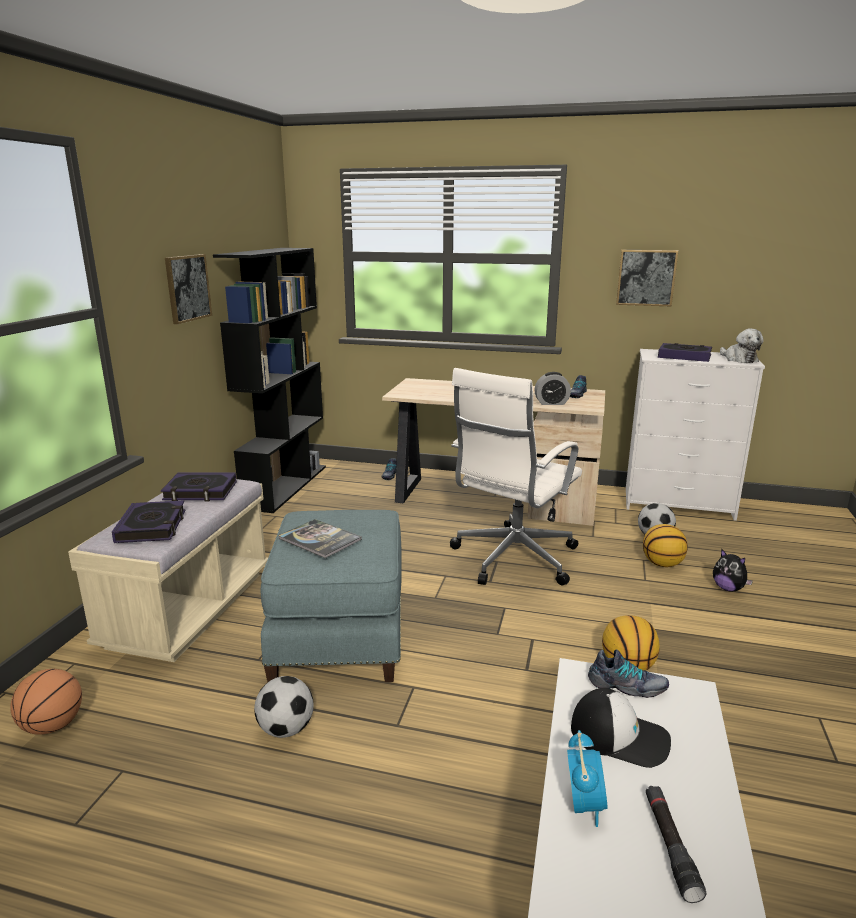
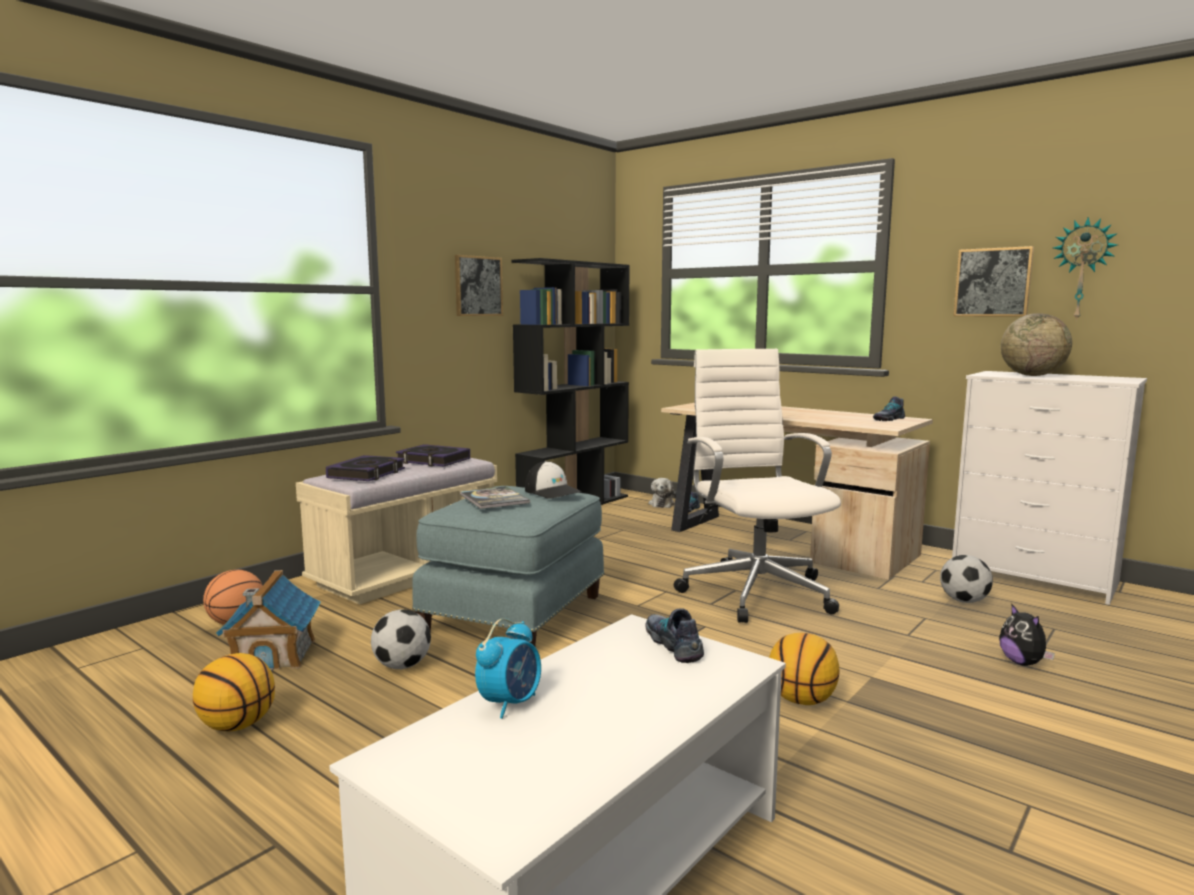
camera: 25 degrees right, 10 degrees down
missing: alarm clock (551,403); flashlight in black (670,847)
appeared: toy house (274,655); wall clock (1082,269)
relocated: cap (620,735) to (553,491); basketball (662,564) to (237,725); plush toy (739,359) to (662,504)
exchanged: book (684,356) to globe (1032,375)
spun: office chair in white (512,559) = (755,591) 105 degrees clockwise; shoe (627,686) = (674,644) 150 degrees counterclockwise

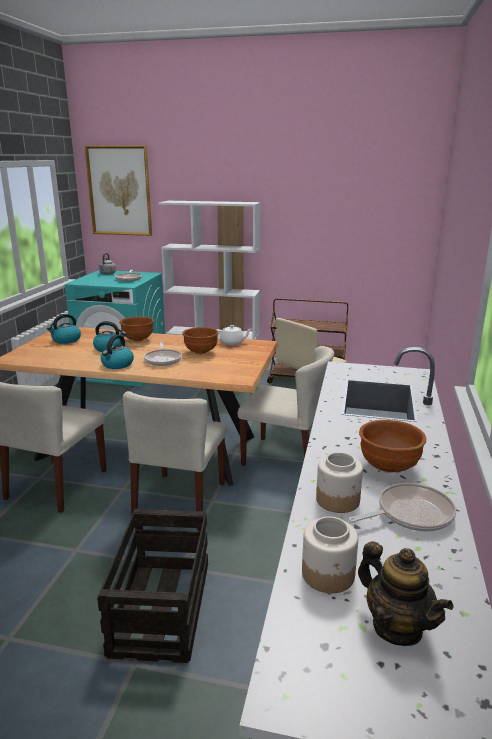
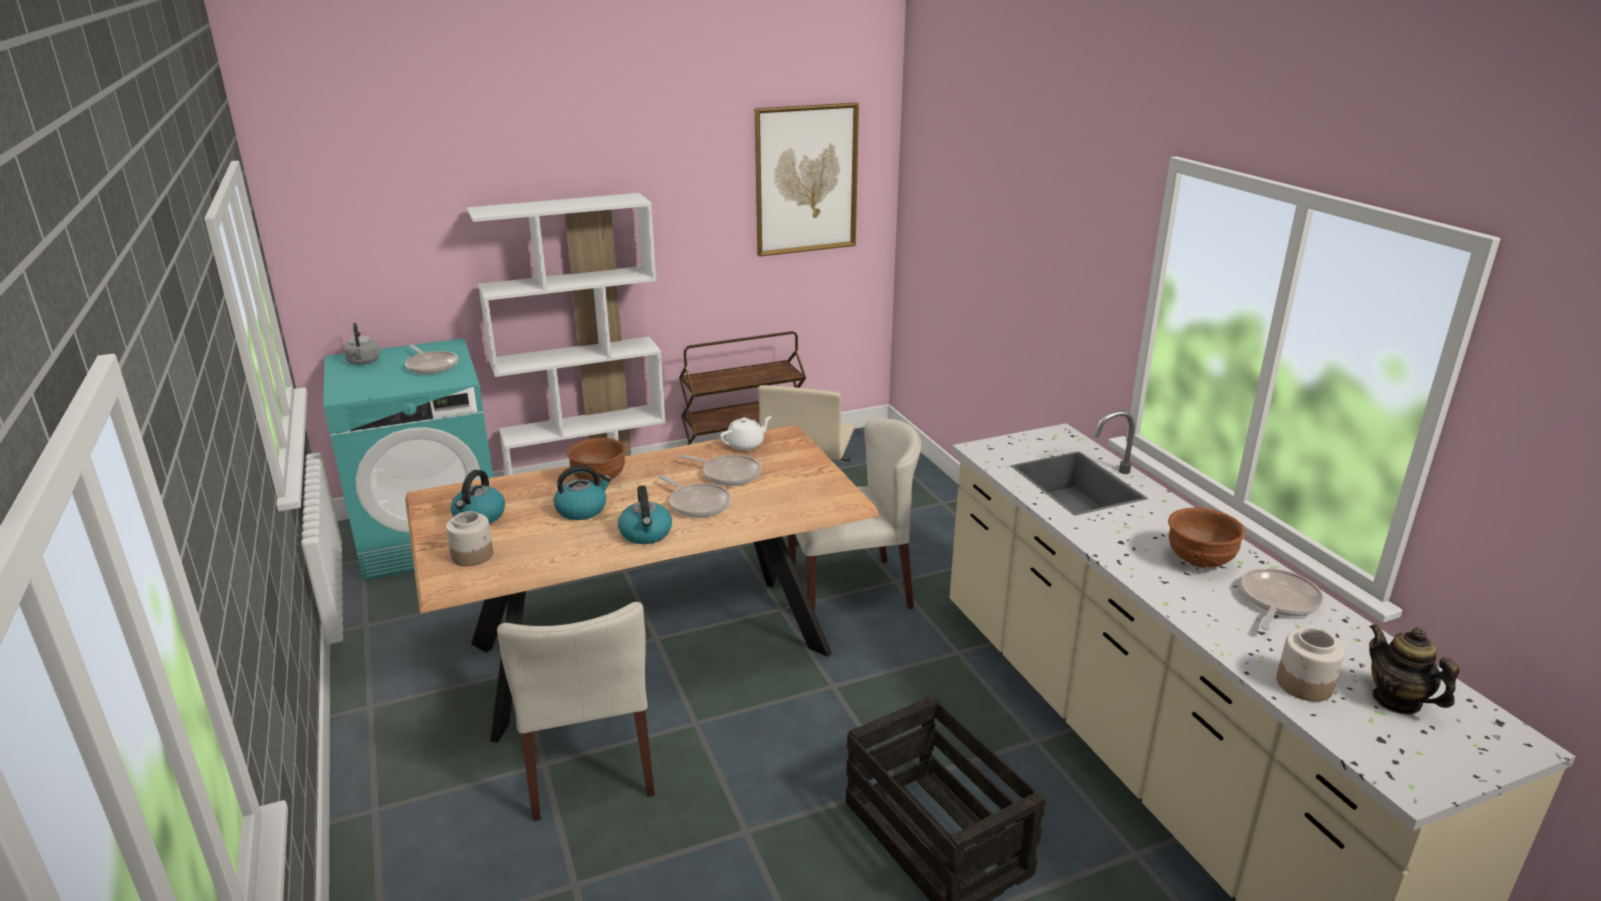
camera: 35 degrees left, 5 degrees up
missing: chair in beige (180,501)
relocated: picture (119,191) to (806,179); jar (338,500) to (473,555)
exchanged: bowl in brown (201,352) to frying pan (728,474)
spun: teapot (397,627) = (1397,700) 135 degrees counterclockwise

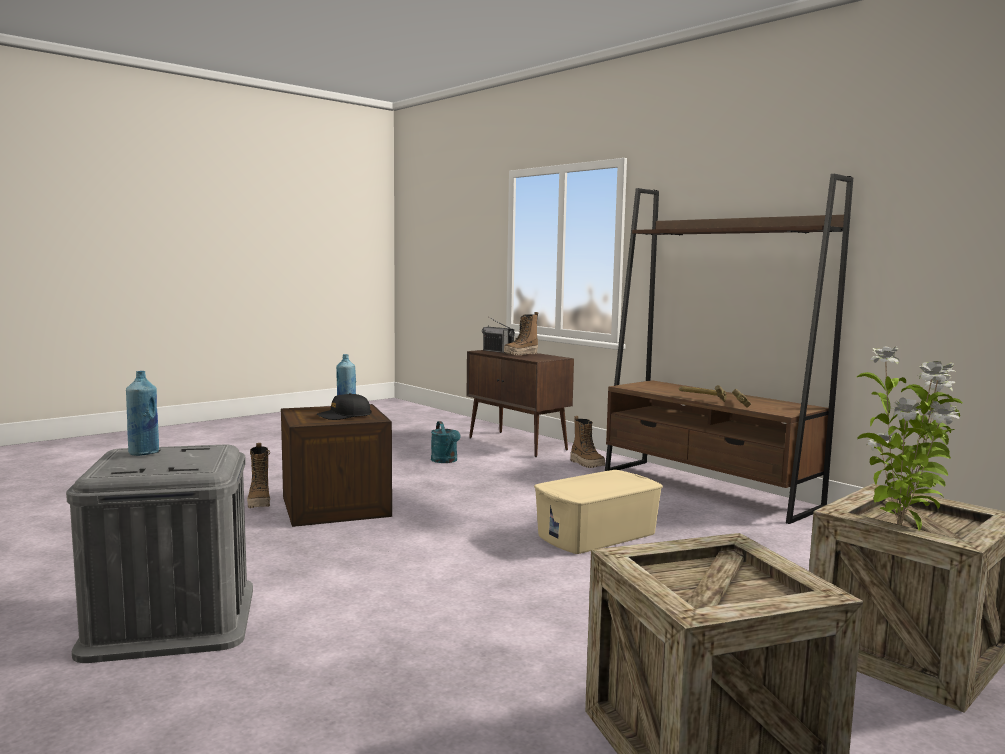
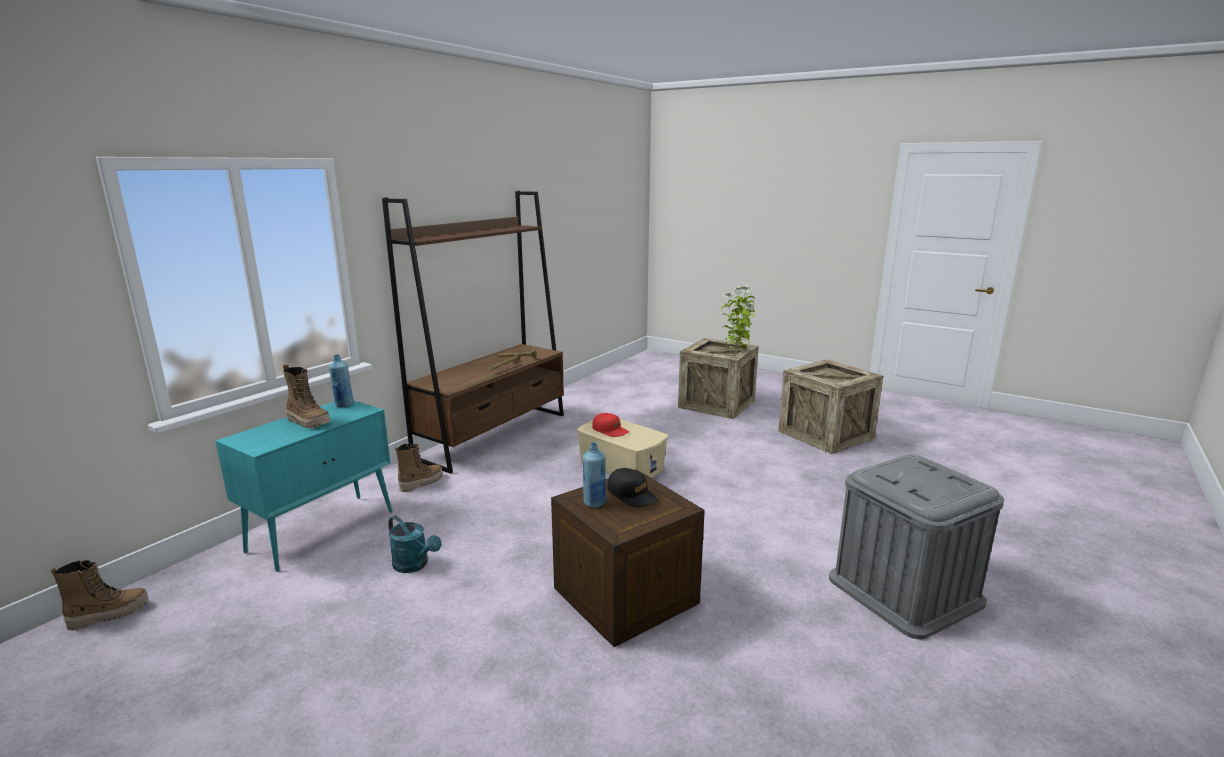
camera: 105 degrees left, 10 degrees up
missing: radio (498,351)
appeared: cap in red (610,430)
relocated: bottle in blue (144,453) to (344,405); boot (259,503) to (109,614)
colour: cabinet in brown (518,444) to cabinet in turquoise (323,530)
spun: watering can in turquoise (446,461) = (415,565) 75 degrees clockwise

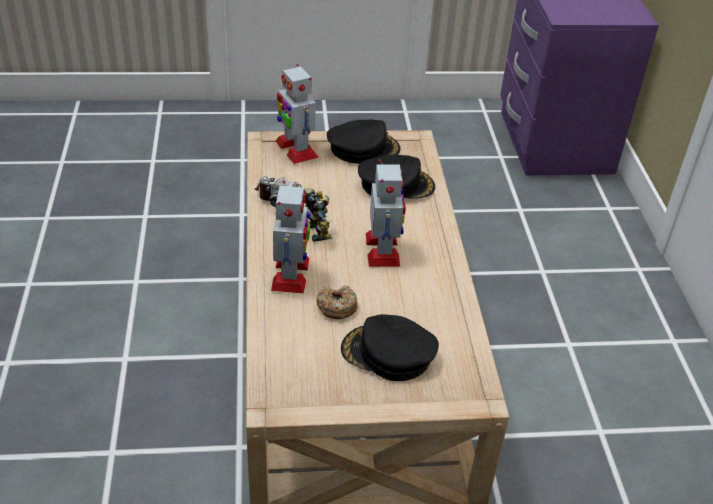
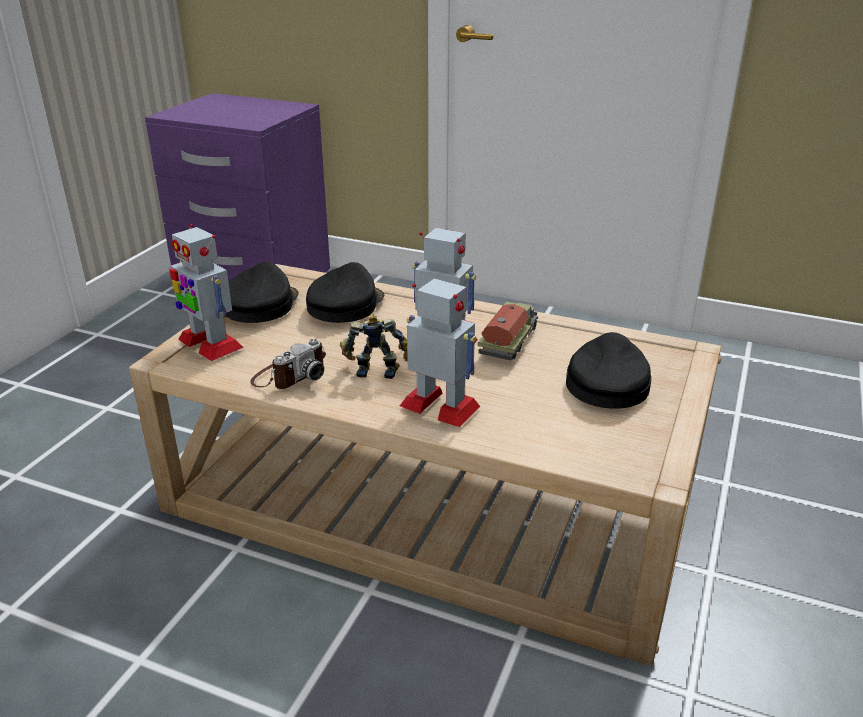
camera: 60 degrees left, 10 degrees down
missing: donut (336,307)
appeared: toy truck (509,341)
spun: toy robot (296,149) = (209,343) 45 degrees clockwise; cap in black (388,354) = (606,383) 150 degrees clockwise

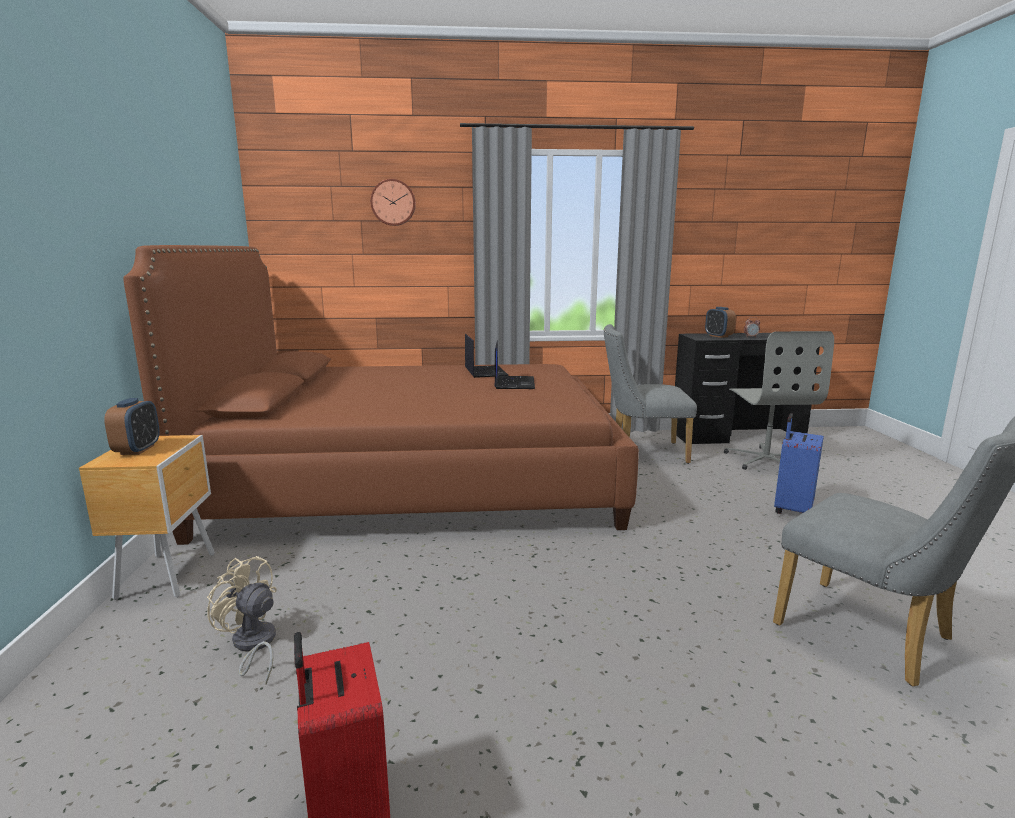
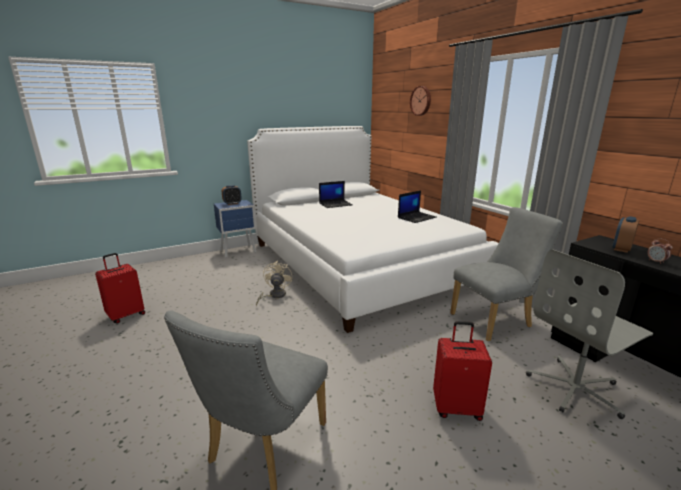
camera: 65 degrees right, 5 degrees up
relocated: fan in beige (253,646) to (274,295); laptop (513,383) to (336,204)
colour: nightstand in brown (169,574) to nightstand in blue (239,251); bed in brown (417,478) to bed in white (358,263); suitcase in blue (791,509) to suitcase in red (456,407)
spun: chair in grey (641,452) = (495,320) 90 degrees clockwise

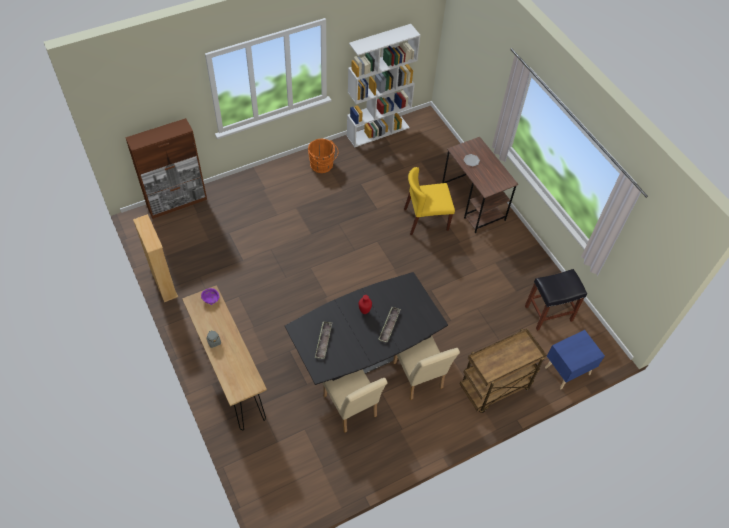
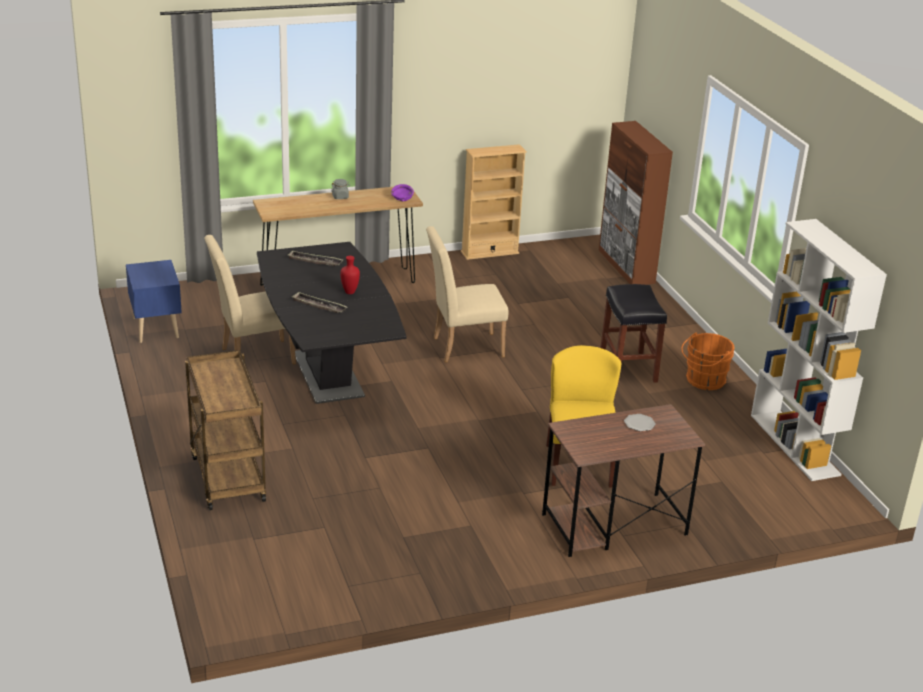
camera: 100 degrees right, 25 degrees down
relocated: chair in beige (419,379) to (462,347); stool in black (549,313) to (629,368); nightstand in blue (566,370) to (156,327)

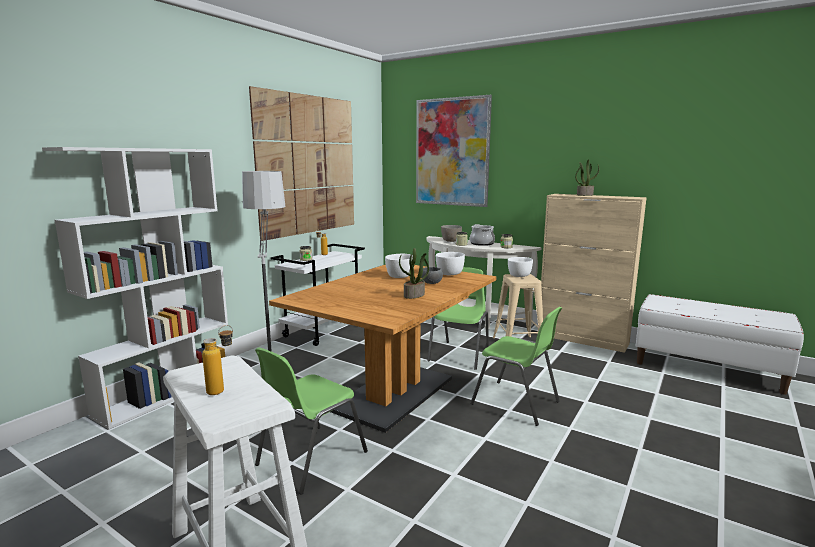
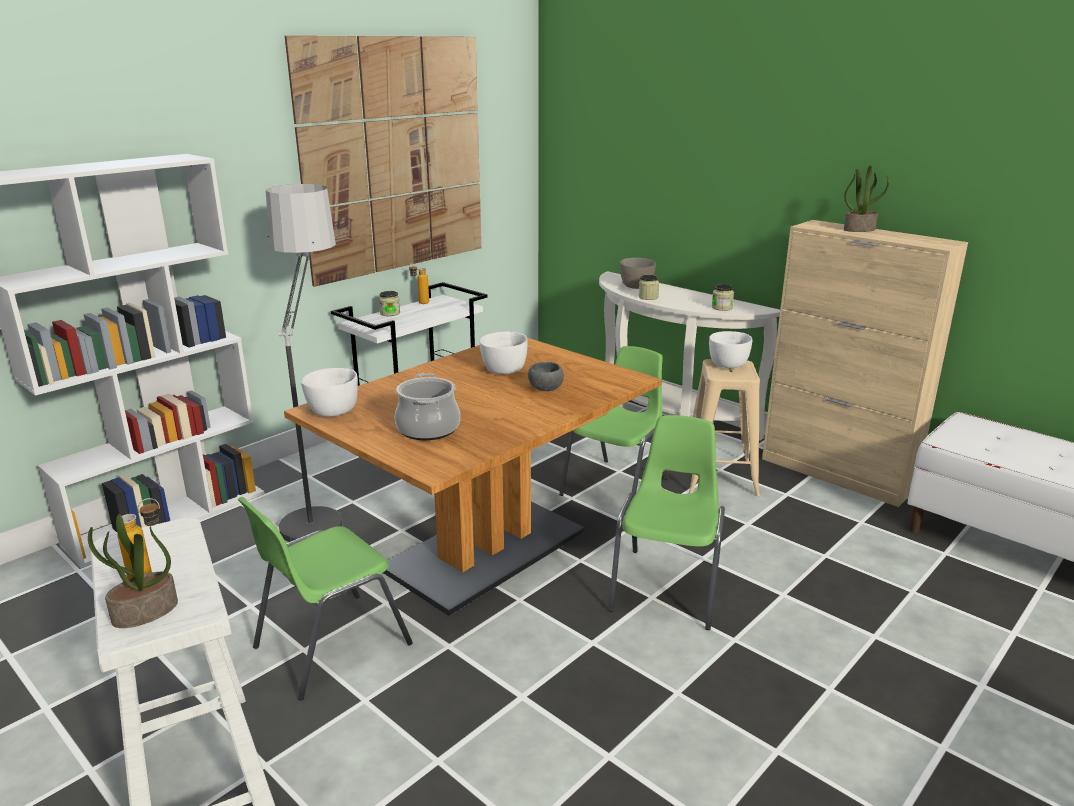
camera: 10 degrees right, 10 degrees up
missing: picture (452,152)
relocated: potted plant (414,295) to (144,613); bowl in white (449,274) to (332,411); cooking pot (482,243) to (428,429)
spun: chair in green (516,403) = (668,586) 120 degrees counterclockwise

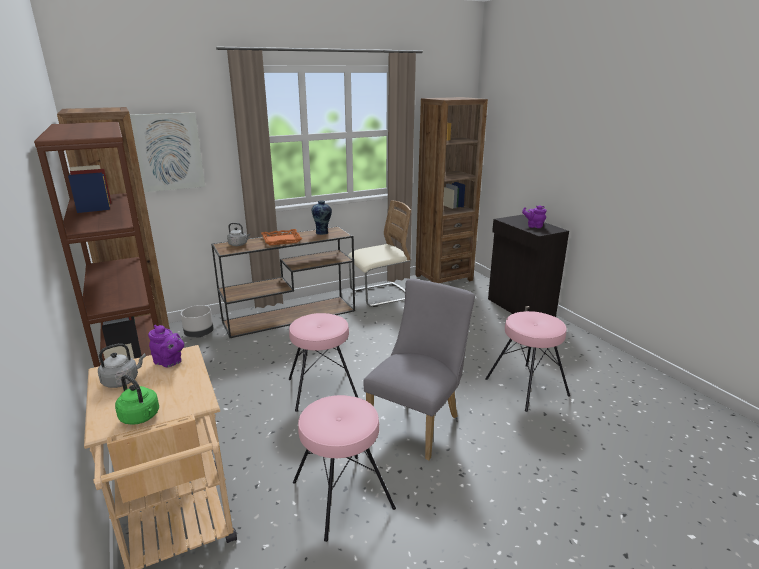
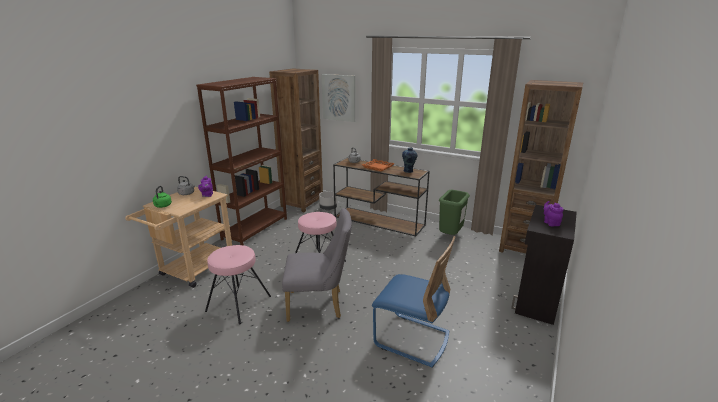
camera: 55 degrees right, 0 degrees up
exchanged: chair in beige (380,295) to trash can in green (450,236); stool in pink (527,386) to chair in blue (411,339)

